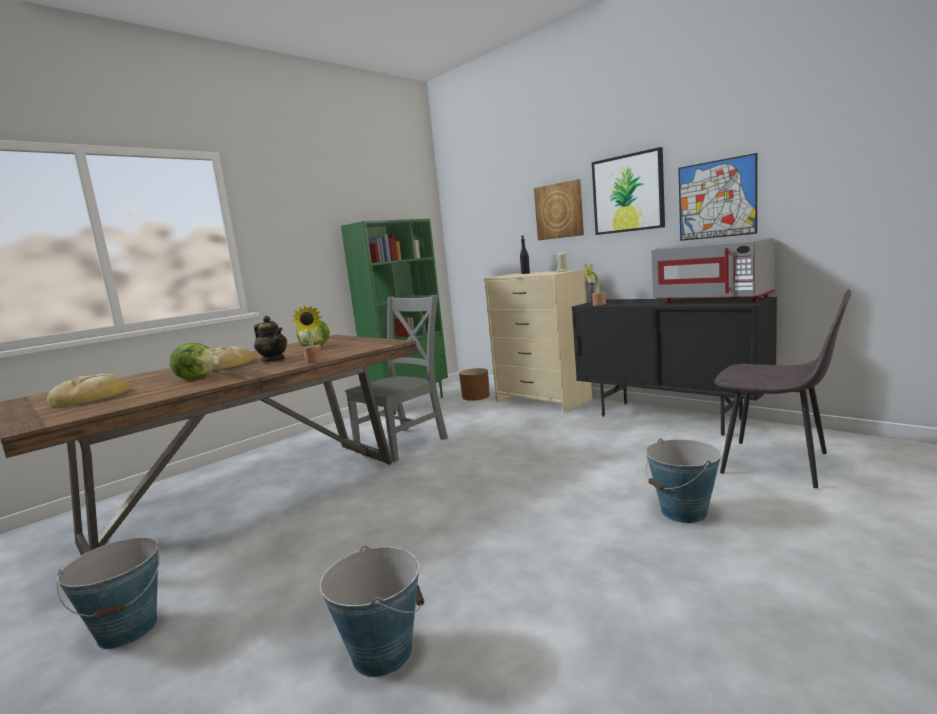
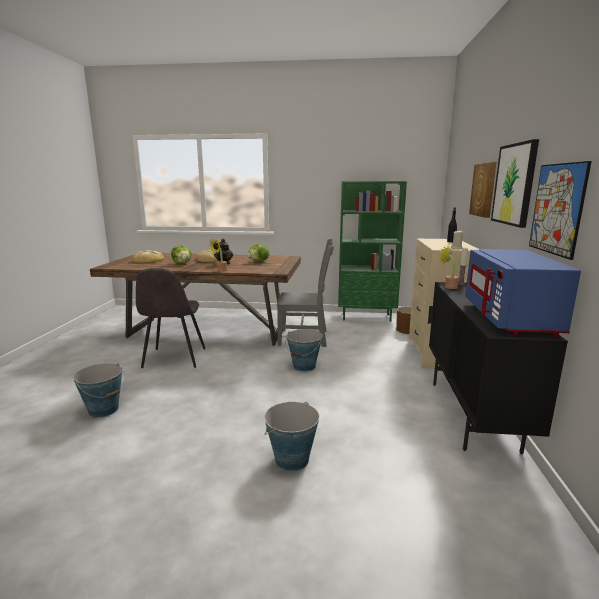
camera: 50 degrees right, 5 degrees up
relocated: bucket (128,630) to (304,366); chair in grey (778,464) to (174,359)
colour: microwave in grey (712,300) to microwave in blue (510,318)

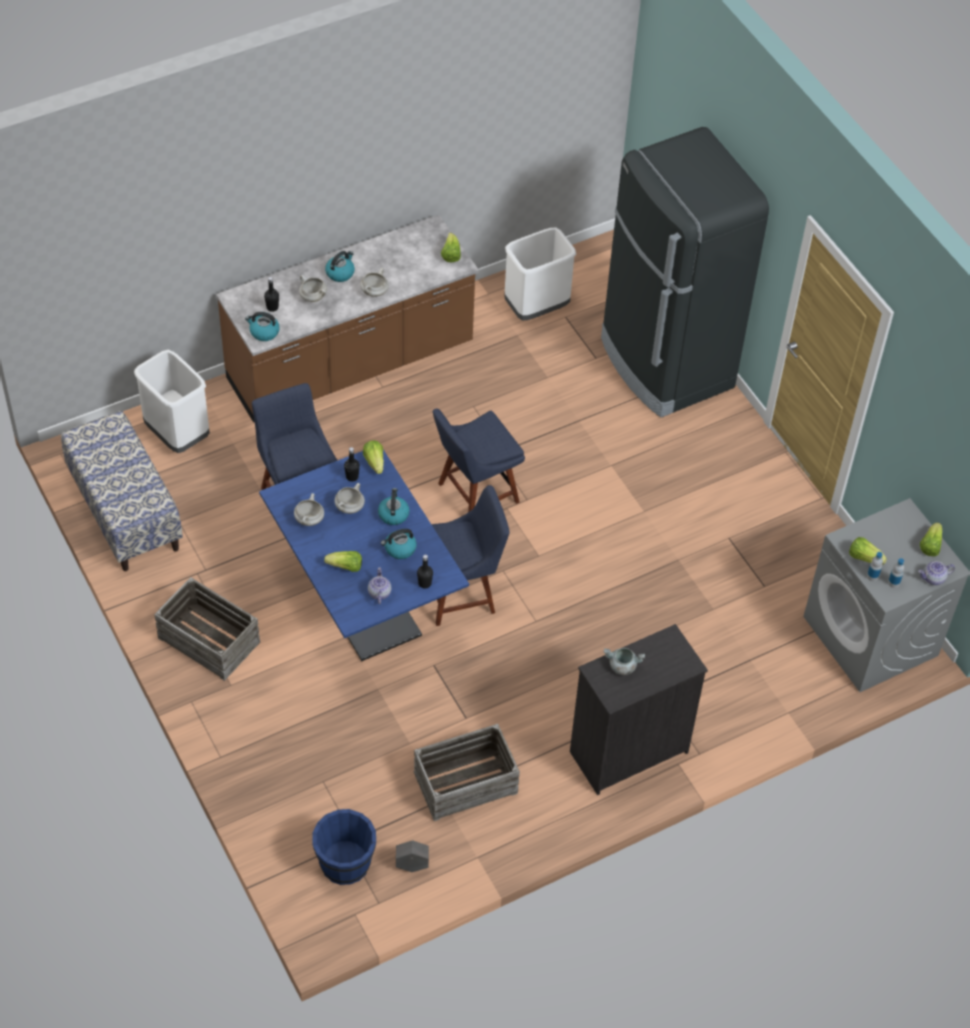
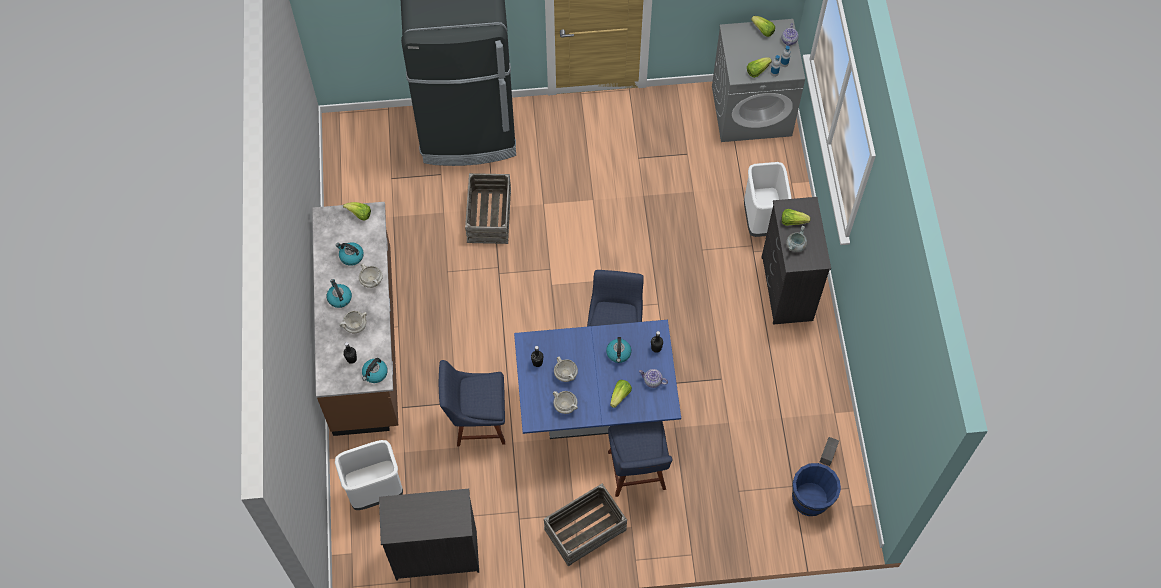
camera: 65 degrees left, 10 degrees up
relocated: lettuce (374,462) to (793,221); kettle (393,514) to (351,256); crate (465,784) to (489,216); chair in blue (474,494) to (637,474); trash can in white (536,308) to (762,220)
exchanged: bench (124,512) to dresser in black (435,554)

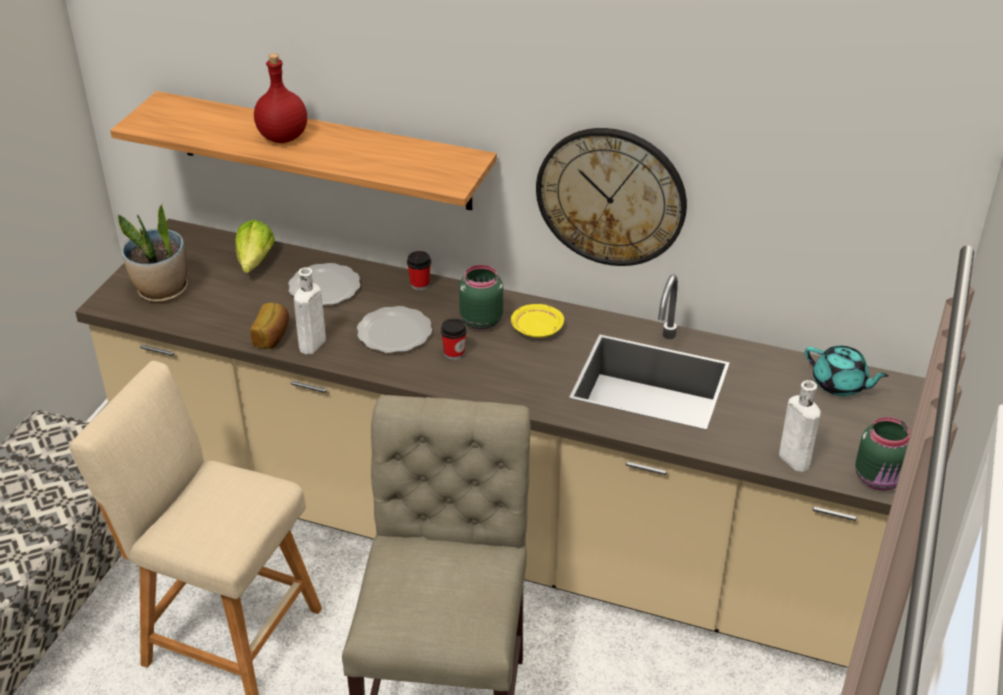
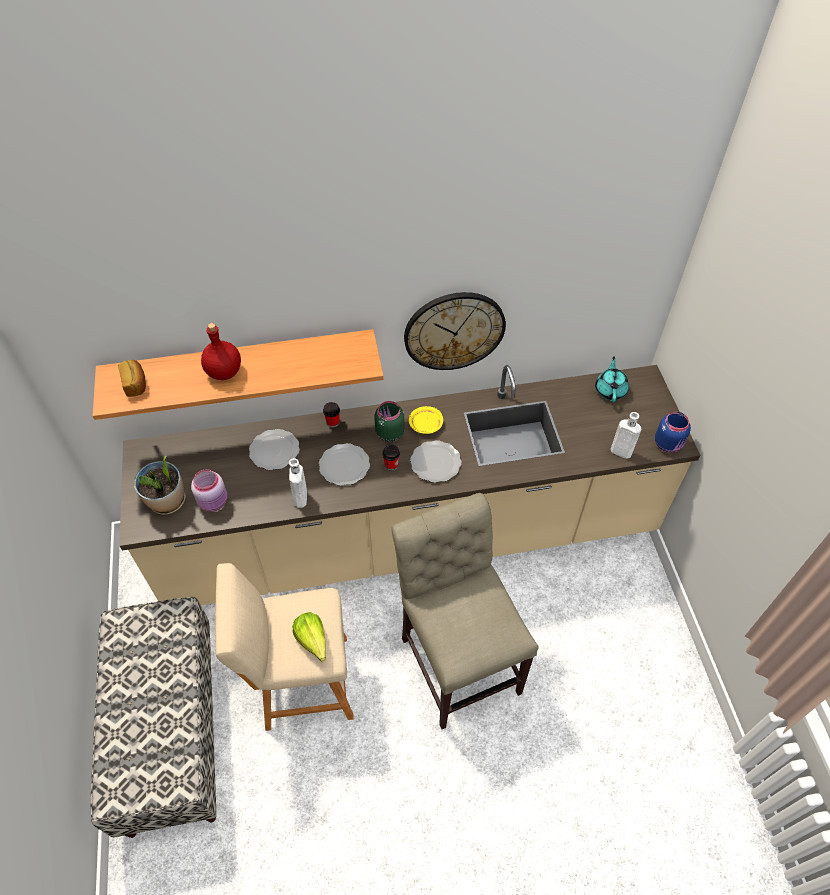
camera: 30 degrees left, 15 degrees up
appeared: jar in pink (214,501); plate (436,463)
relocated: lettuce (252,266) to (313,645); bread (273,336) to (136,384)
colour: jar in green (879,479) to jar in blue (668,444)
spun: teapot in turquoise (840,384) = (610,390) 90 degrees counterclockwise

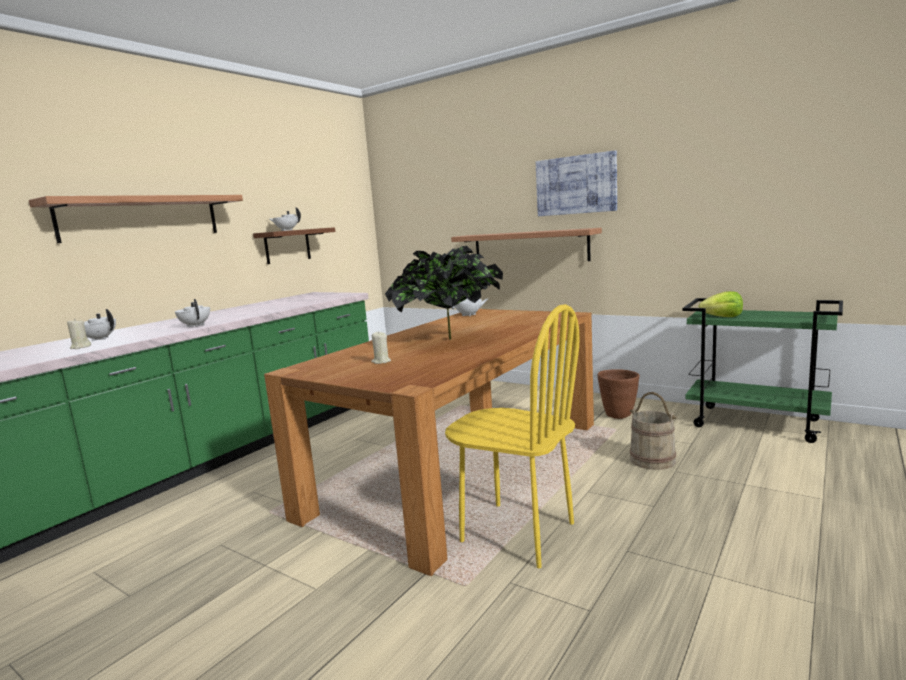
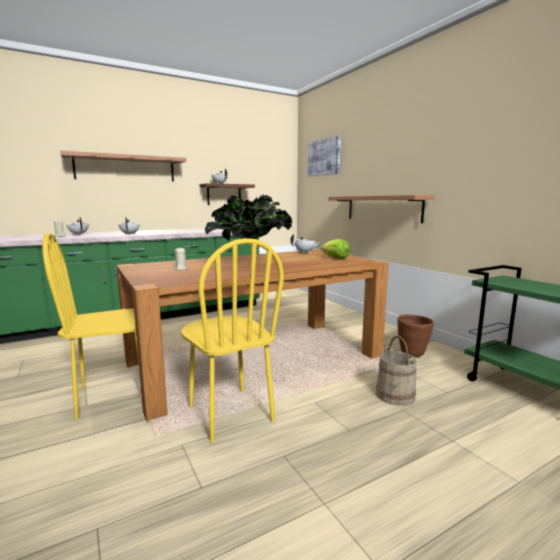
camera: 25 degrees right, 0 degrees up
appeared: chair in yellow (113,396)
relocated: picture (576,185) to (324,157); lettuce (723,317) to (335,258)

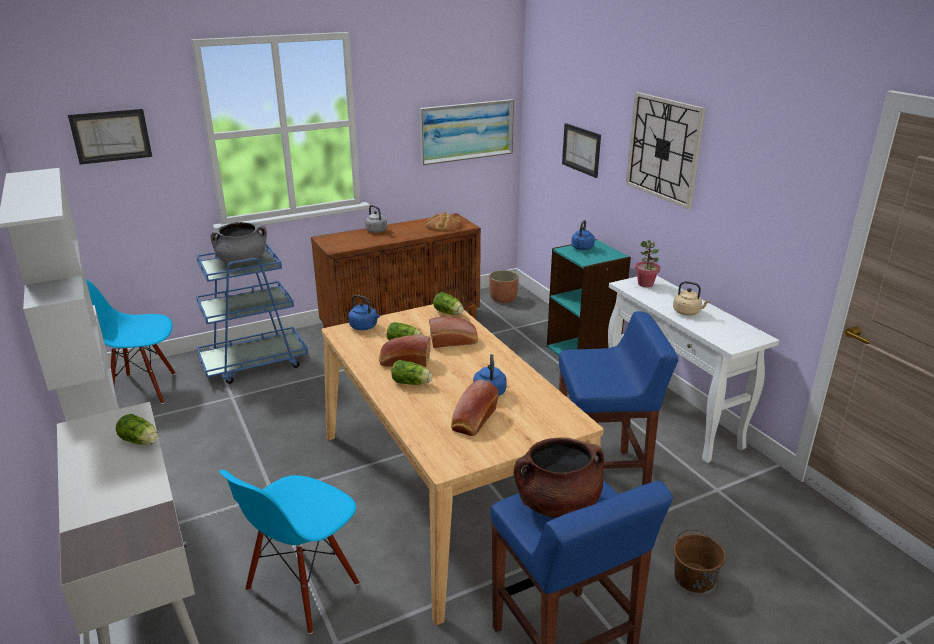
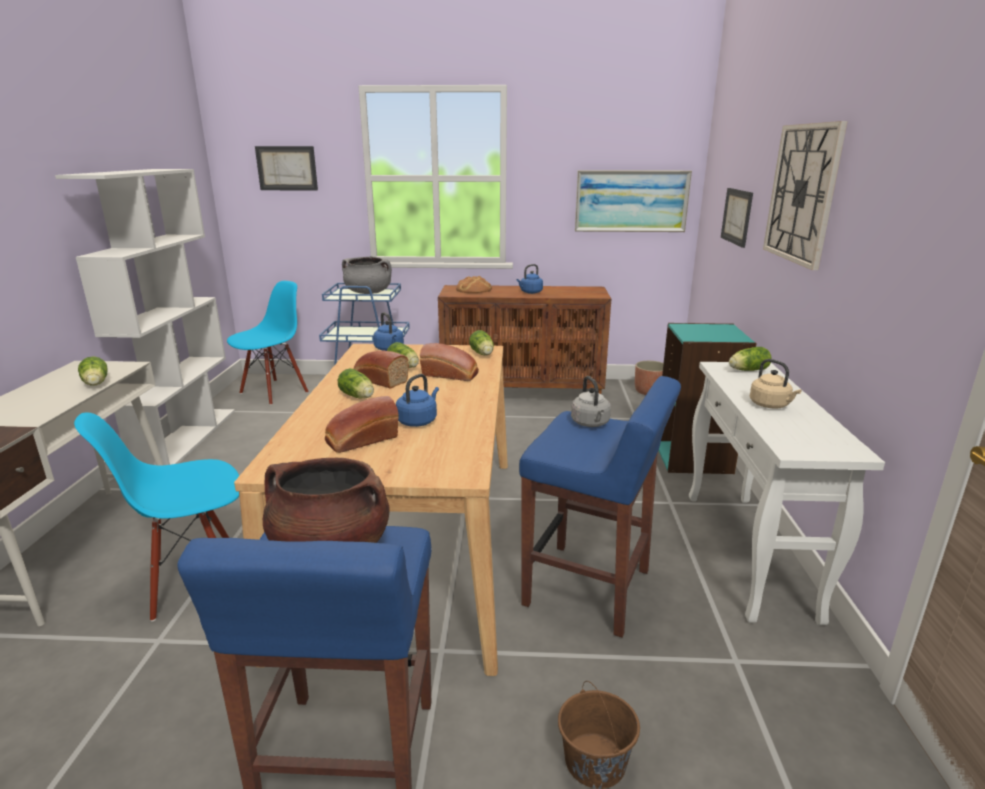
camera: 30 degrees right, 5 degrees down
relocated: kettle in grey (377,231) to (591,423); bread (443,225) to (474,289); kettle in blue (581,248) to (530,292)
exchanged: potted plant (645,284) to lettuce (746,370)
spun: chair in blue (143,390) = (274,392) 105 degrees clockwise

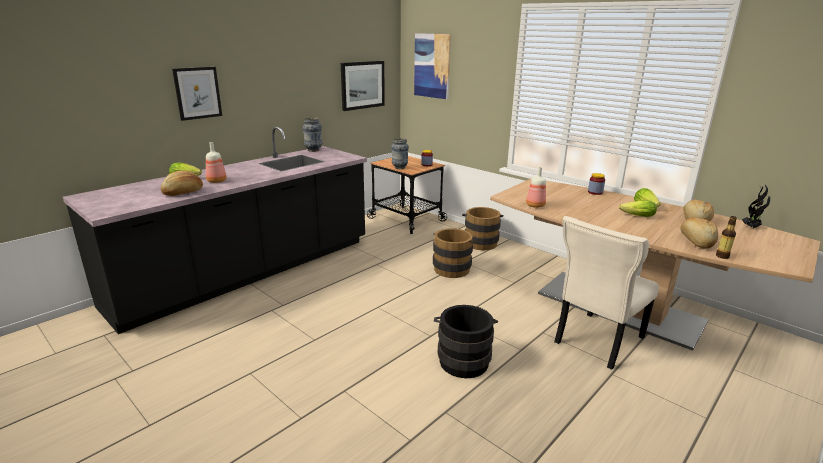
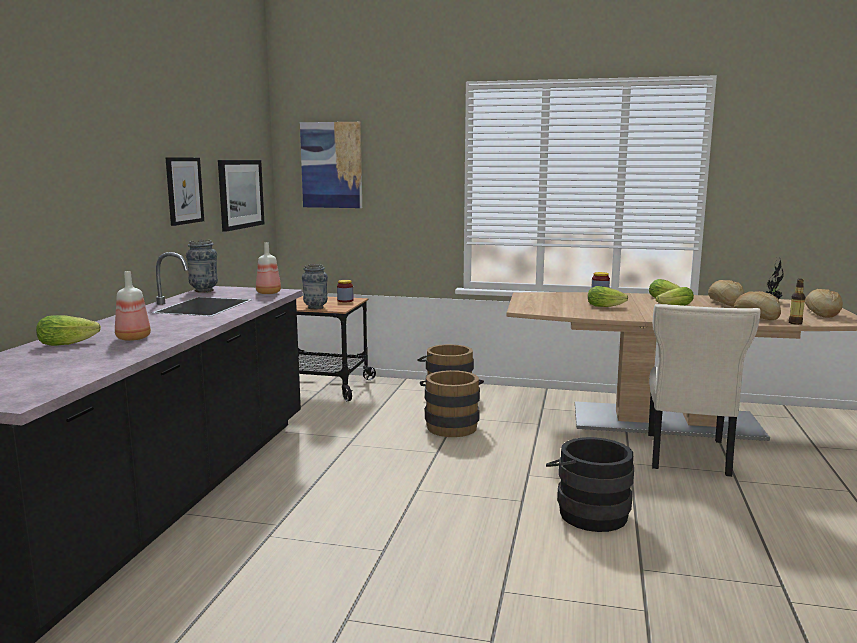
camera: 30 degrees left, 10 degrees down
appeared: lettuce (607,306)
relocated: bread (183,192) to (821,314); picture (197,93) to (184,190); bottle (535,206) to (268,293)

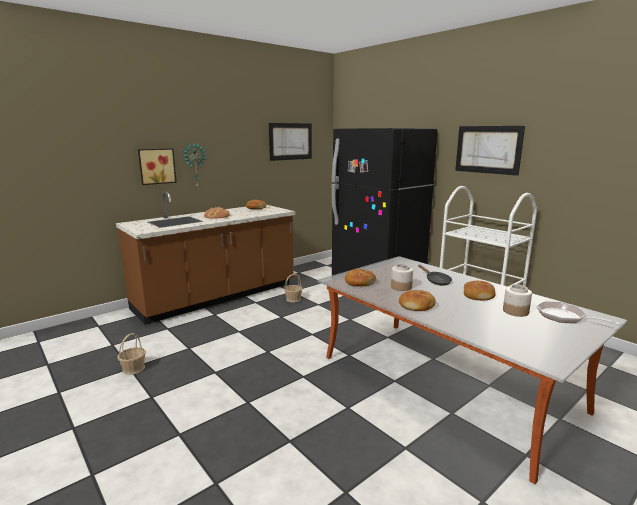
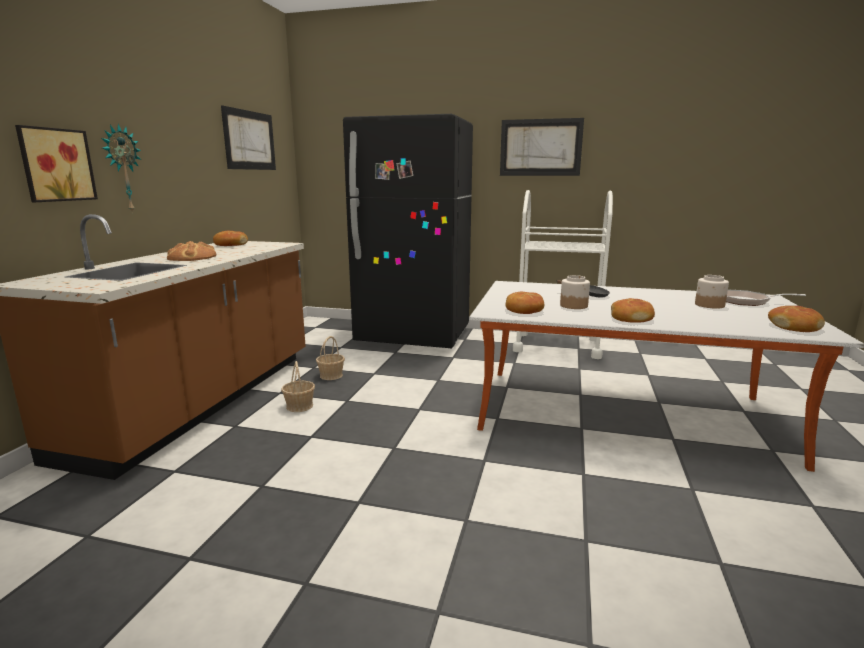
camera: 35 degrees left, 0 degrees up
relocated: basket (134,368) to (300,406); bread (478,295) to (794,327)

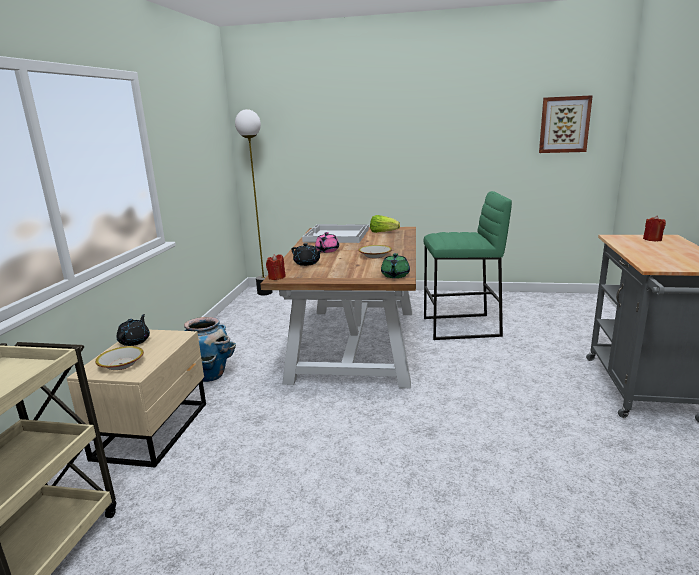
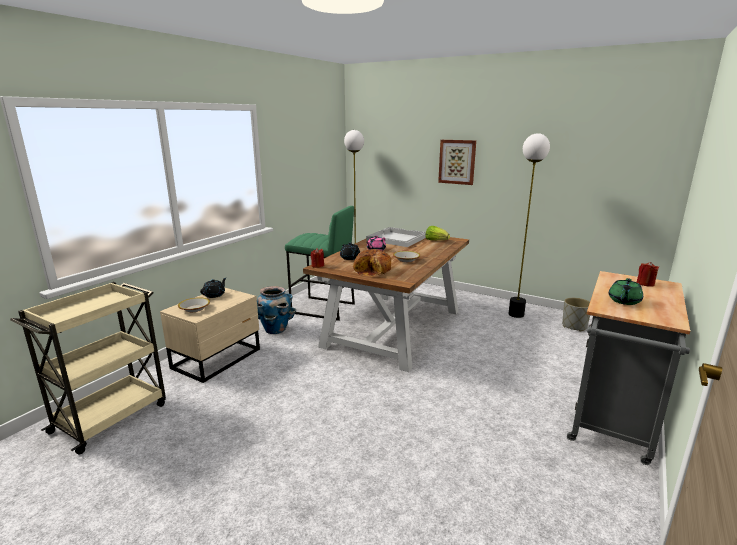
camera: 20 degrees right, 0 degrees up
appeared: bread (373,270); floor lamp (516,314); planter in grey (574,326)
relocated: teapot in green (395,275) to (624,301); stool in green (461,327) to (322,308); picture (564,124) to (457,162)

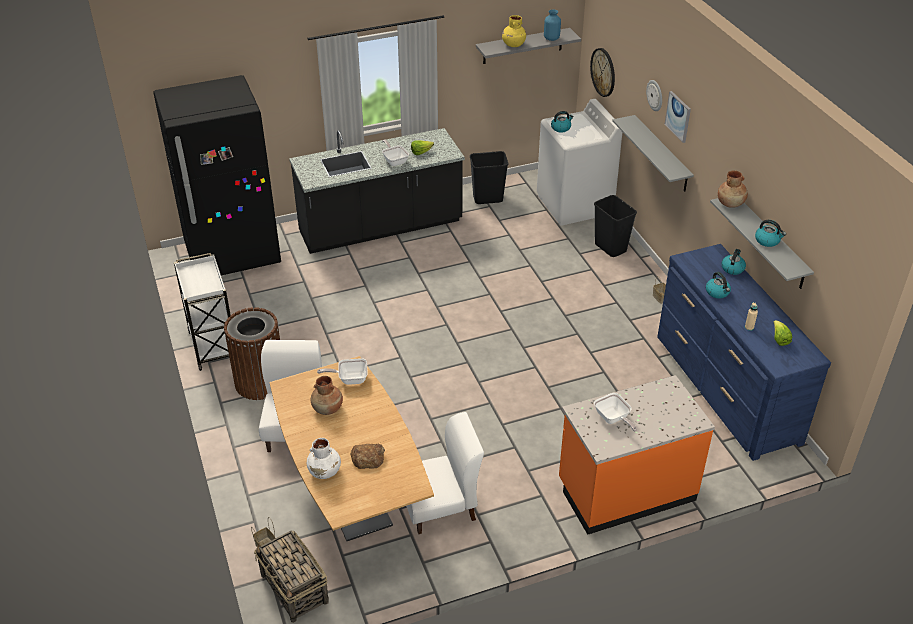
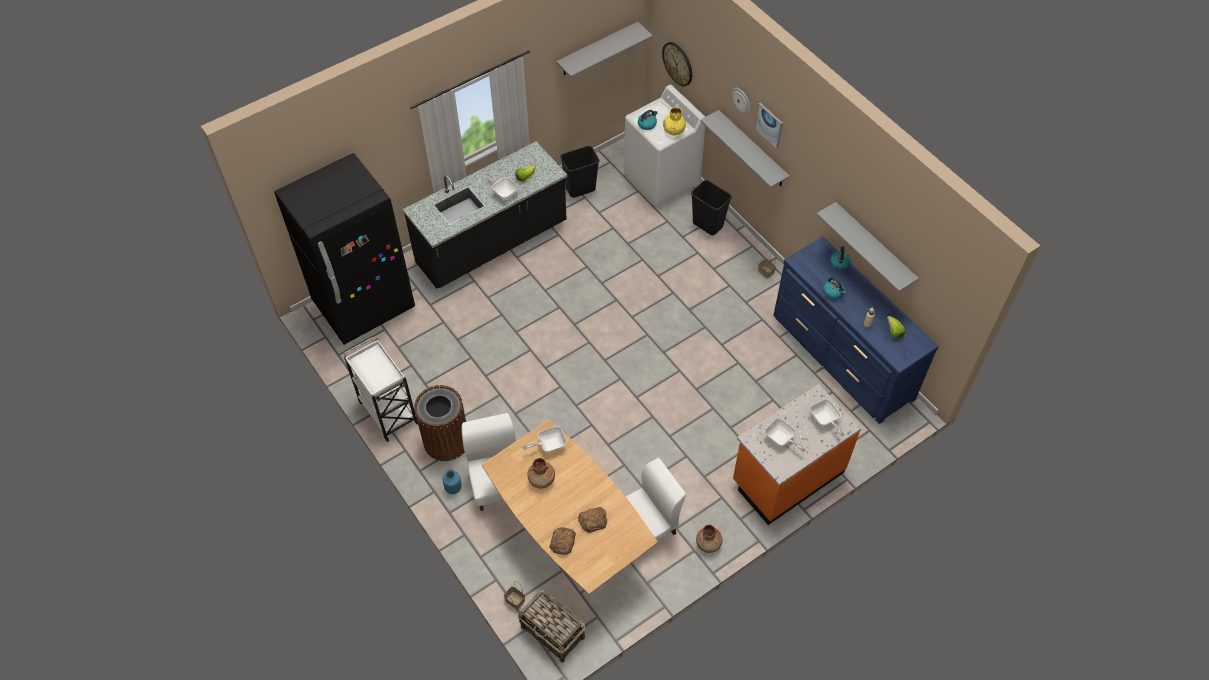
camera: 15 degrees left, 15 degrees up
missing: kettle (767,241)
appeared: frying pan (825,420)
relocated: vase in yellow (513,44) to (673,131); vase in blue (551,38) to (453,488); vase in brown (730,203) to (708,544)
exchanged: vase in white (325,472) to bread (563,542)

